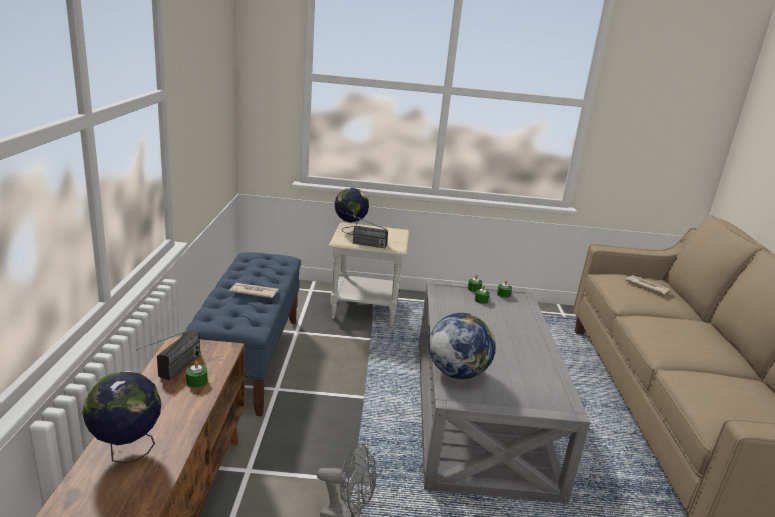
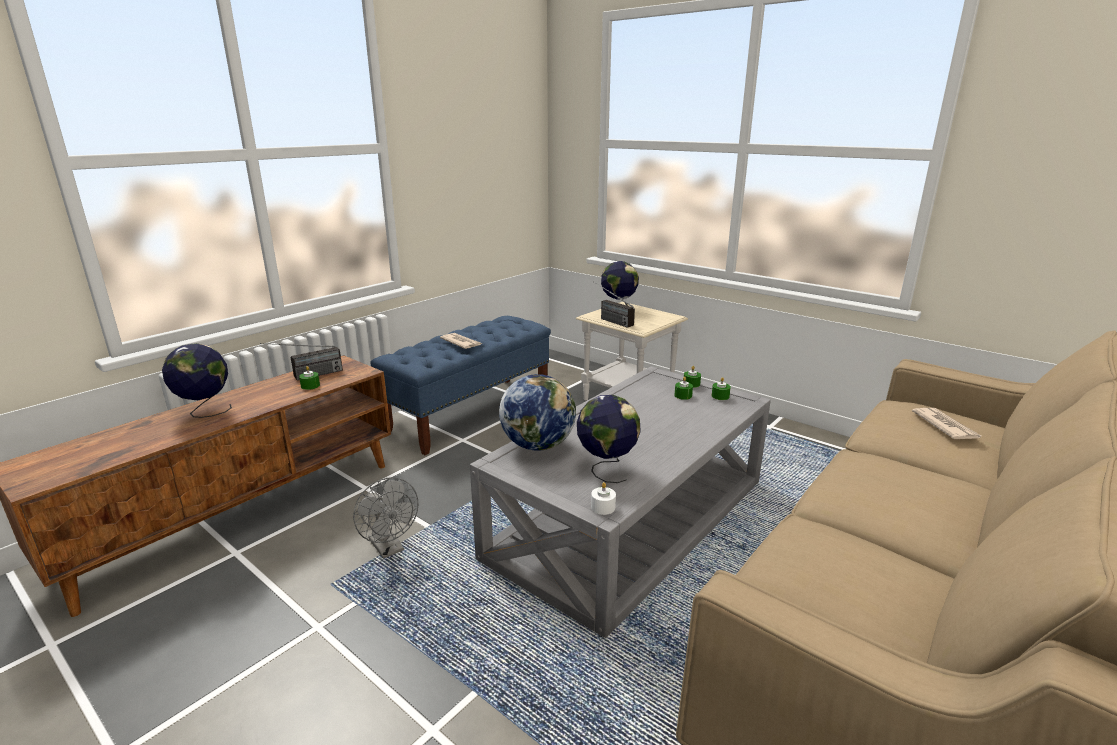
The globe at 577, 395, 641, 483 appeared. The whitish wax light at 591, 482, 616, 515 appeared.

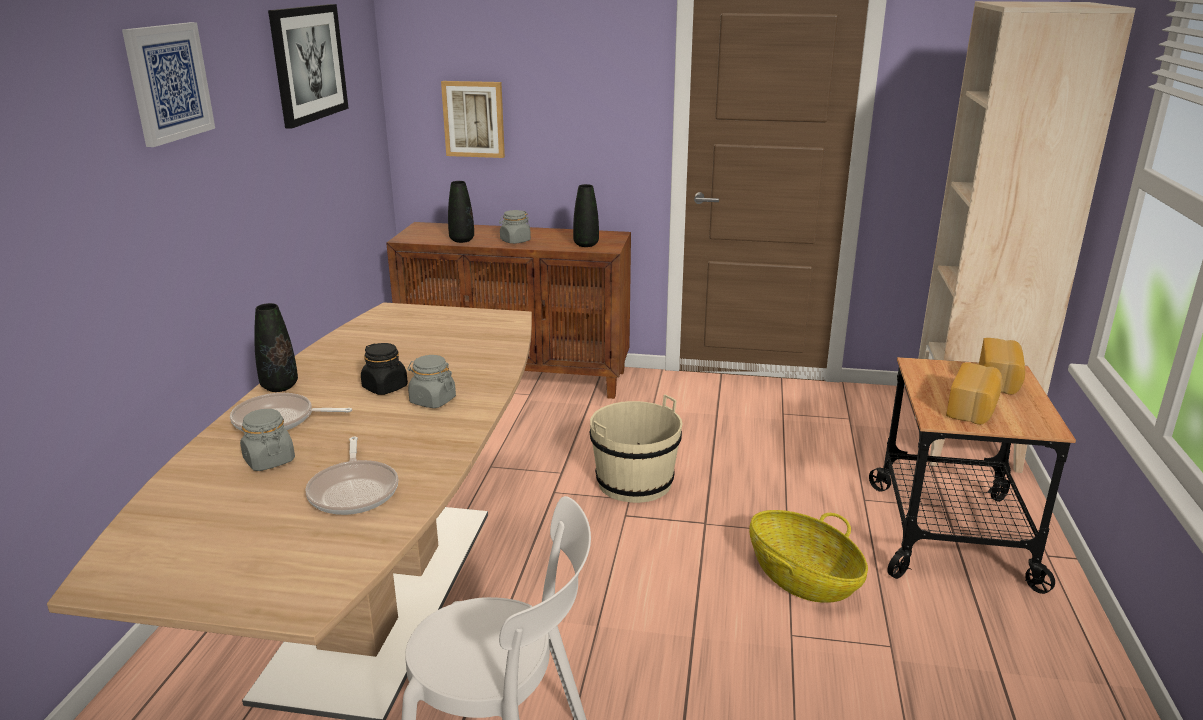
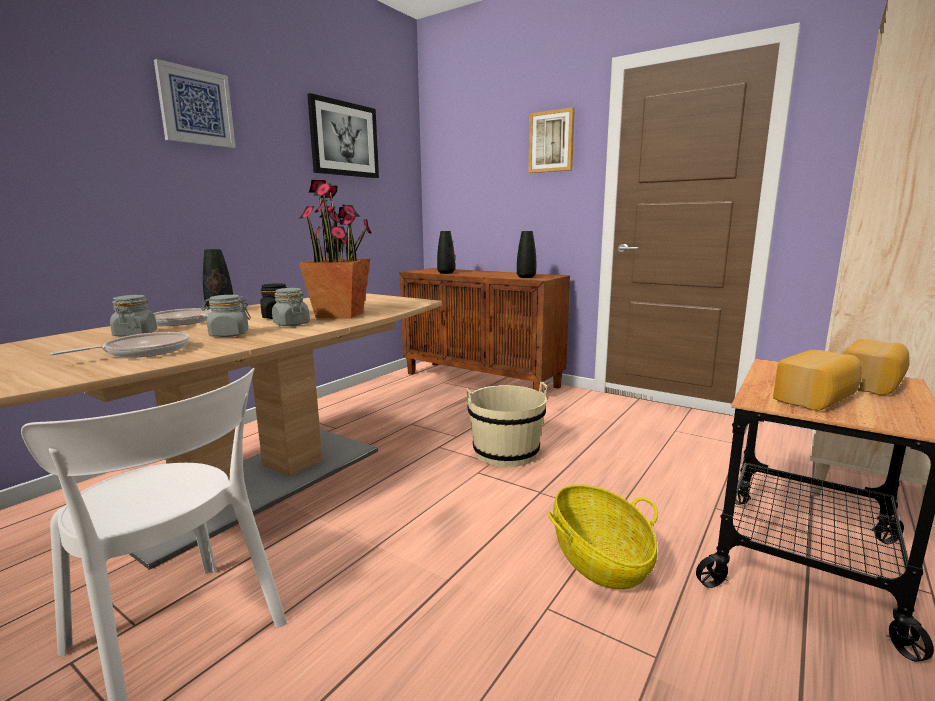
The wall art moved from 441, 81, 505, 158 to 528, 107, 575, 173. The grey storage jar moved from 499, 210, 531, 244 to 201, 295, 251, 337. The skillet at 305, 437, 399, 515 turned 150 degrees counterclockwise. The houseplant at 299, 180, 372, 319 appeared.

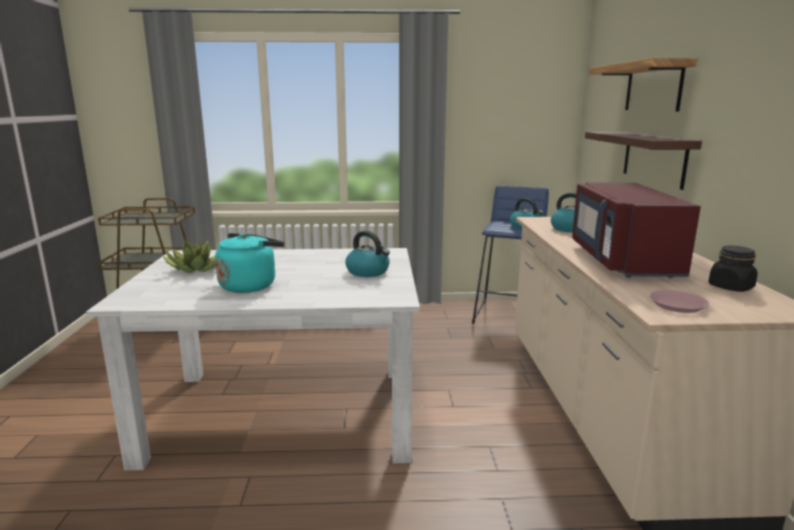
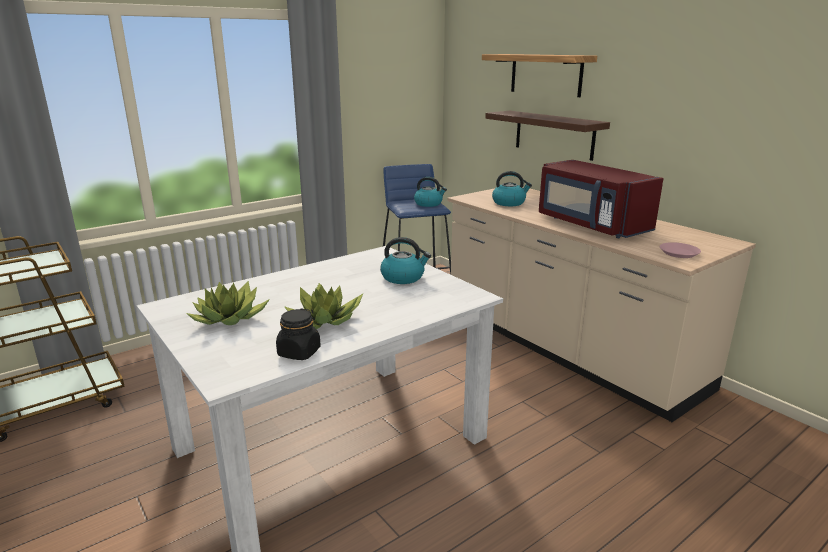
The turquoise kettle at 215, 233, 285, 293 was replaced by the houseplant at 284, 283, 363, 329. The black storage jar moved from 708, 246, 758, 292 to 276, 308, 321, 360.

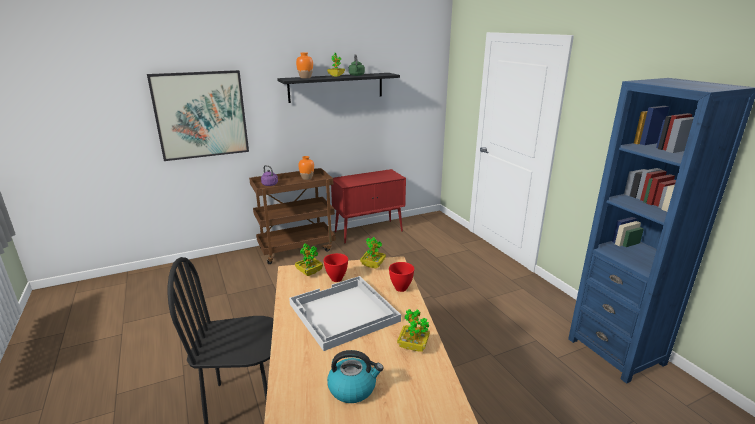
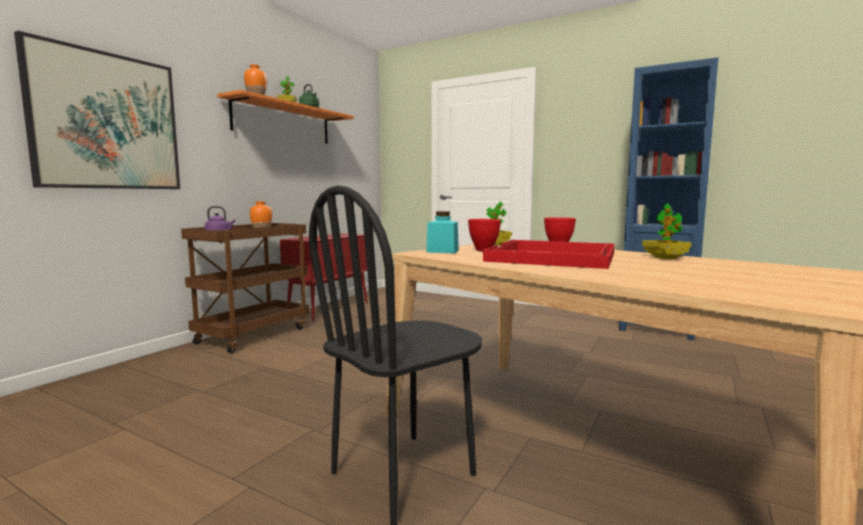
The black bracket shelf at 277, 73, 400, 103 became the orangey bracket shelf at 217, 90, 354, 144. The houseplant at 295, 243, 323, 276 was replaced by the turquoise storage jar at 426, 211, 459, 253. The whitish carrying tray at 289, 276, 401, 351 became the red-coloured carrying tray at 483, 240, 615, 269. The kettle at 327, 350, 383, 403 disappeared.

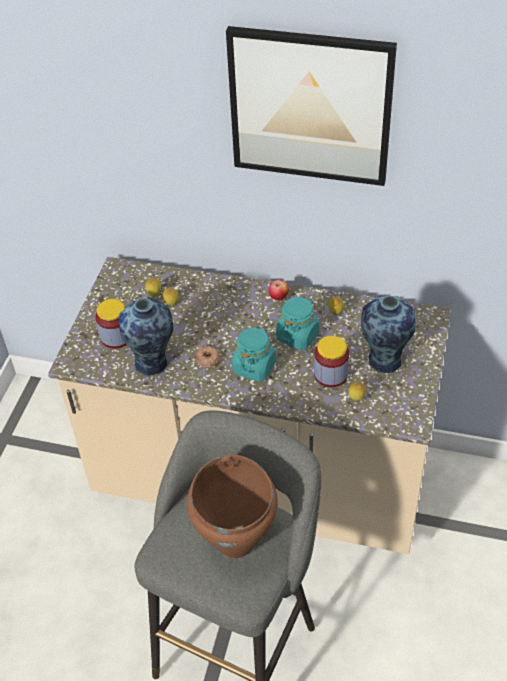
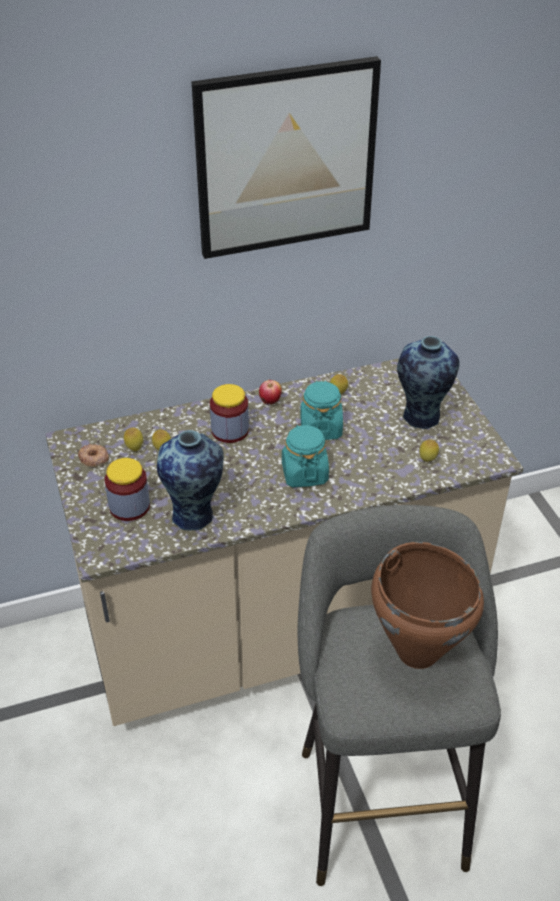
The storage jar moved from 314, 336, 349, 387 to 210, 384, 249, 443. The donut moved from 195, 345, 220, 367 to 78, 444, 109, 467.

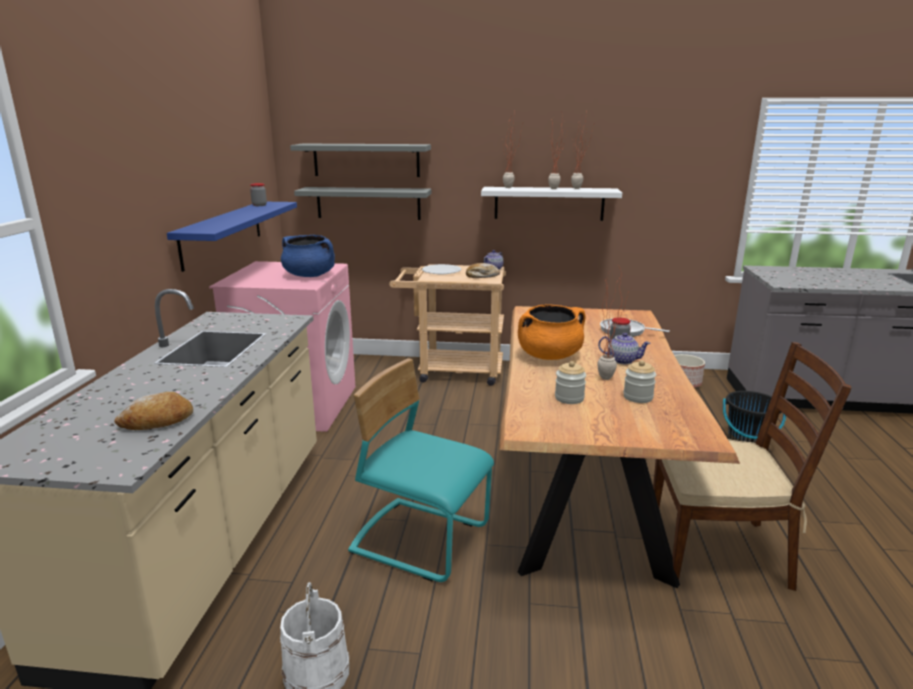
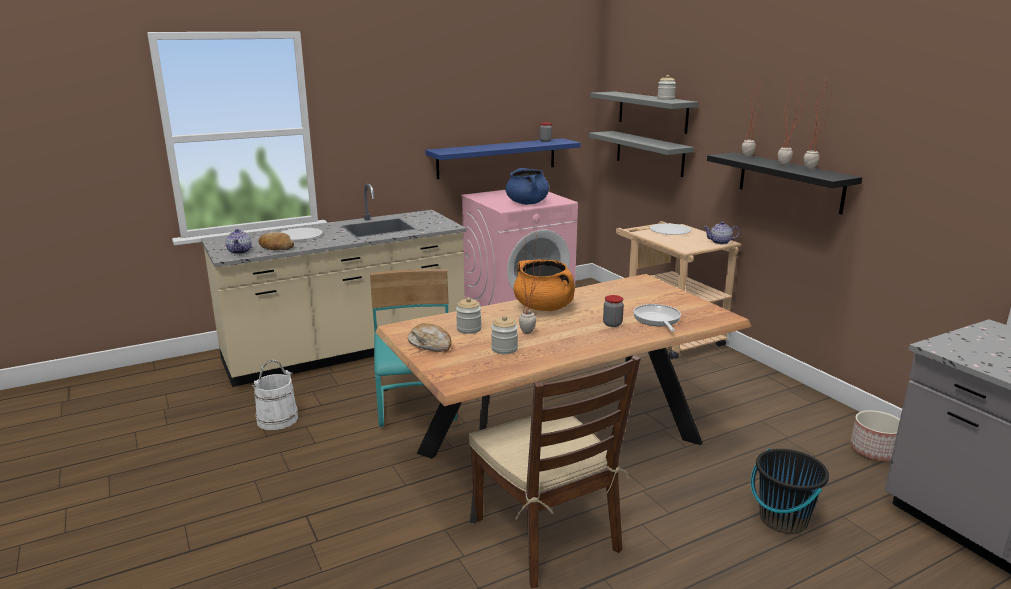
The whitish bracket shelf at 481, 187, 622, 221 became the black bracket shelf at 707, 152, 862, 215. The baked bread moved from 466, 263, 500, 278 to 408, 323, 452, 352. The tea pot moved from 598, 333, 651, 364 to 226, 229, 252, 254. The storage jar at 657, 75, 676, 100 appeared. The whitish dinner plate at 281, 228, 323, 240 appeared.

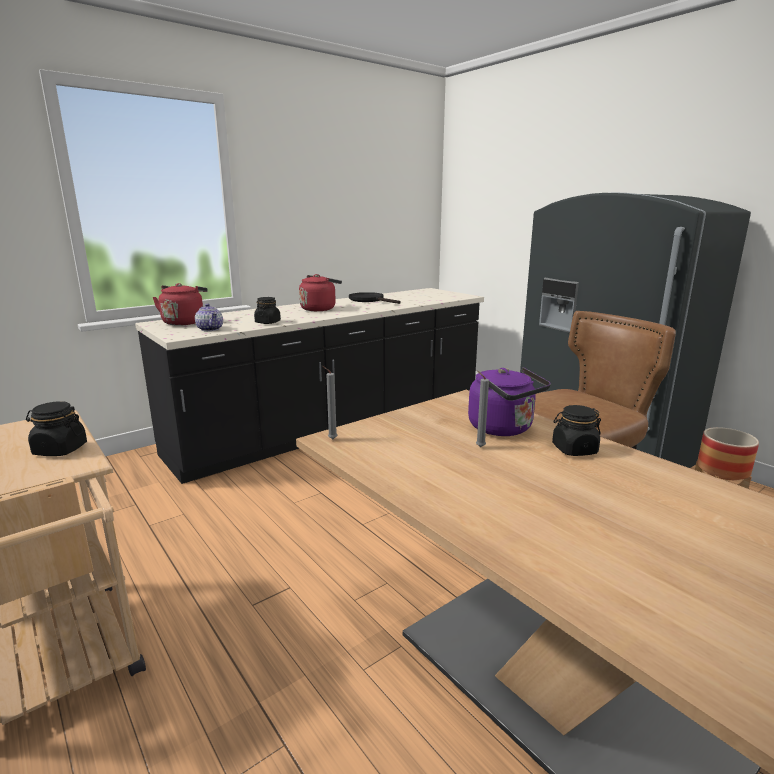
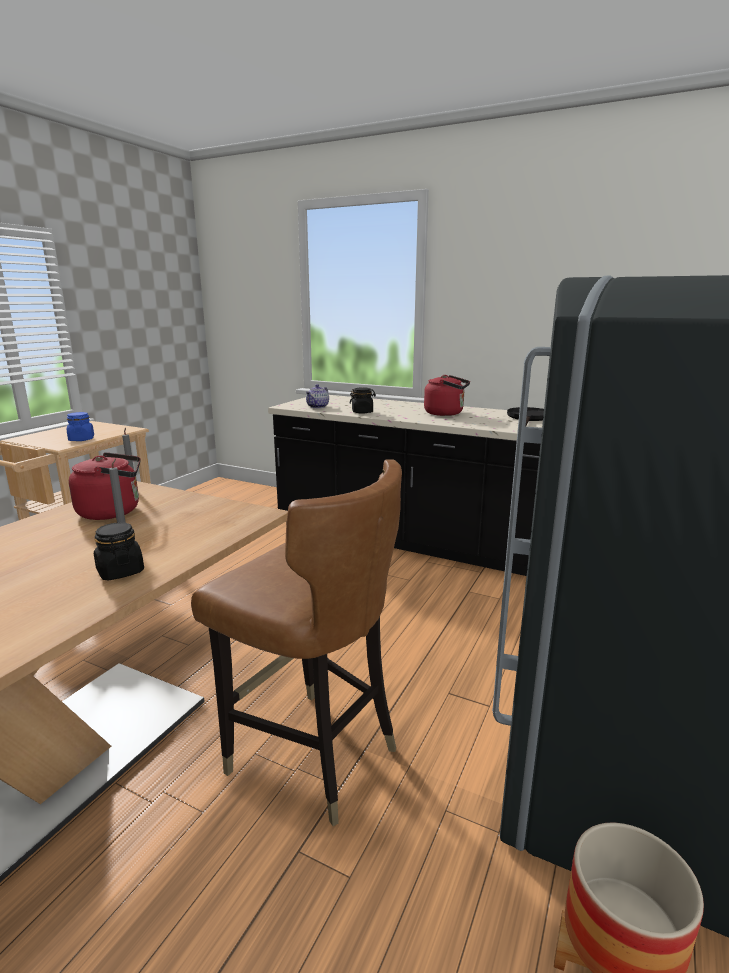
The red-coloured kettle moved from 152, 283, 208, 326 to 69, 452, 141, 520. The purple kettle at 468, 367, 551, 436 disappeared. The black storage jar at 26, 401, 87, 456 became the bluish storage jar at 67, 412, 94, 441.

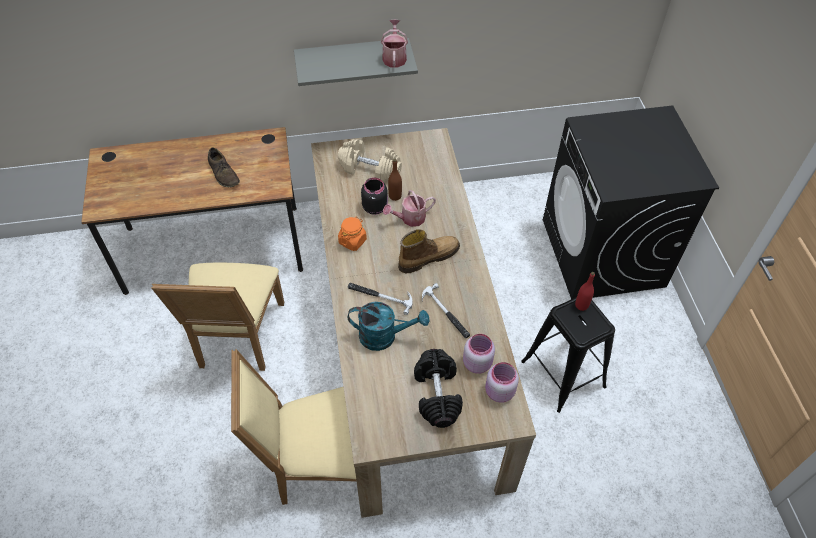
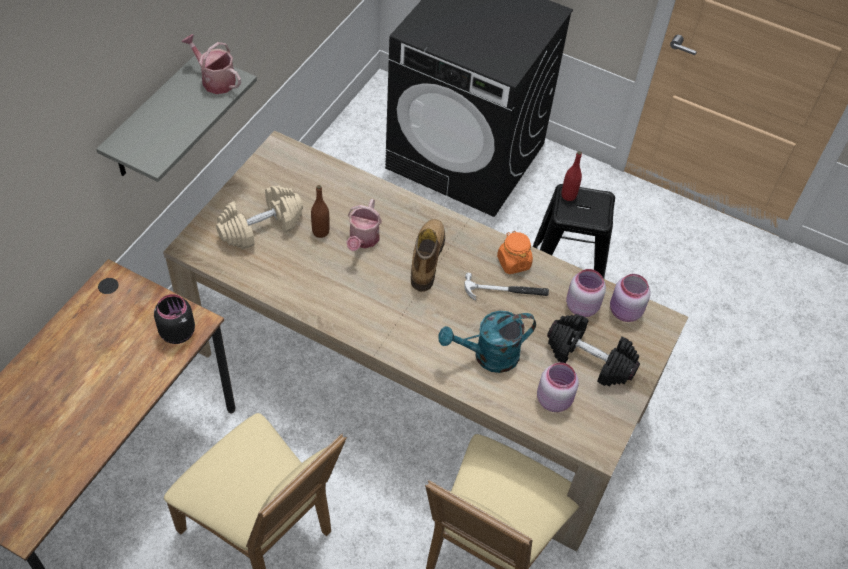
The brown item of footwear at 208, 148, 240, 188 disappeared. The black storage jar moved from 361, 177, 388, 215 to 154, 294, 195, 344. The orangey storage jar moved from 338, 217, 367, 251 to 497, 231, 533, 274. The hammer at 348, 283, 412, 315 disappeared. The turquoise watering can at 348, 302, 429, 351 turned 150 degrees counterclockwise. The pinkish storage jar at 537, 362, 579, 412 appeared.

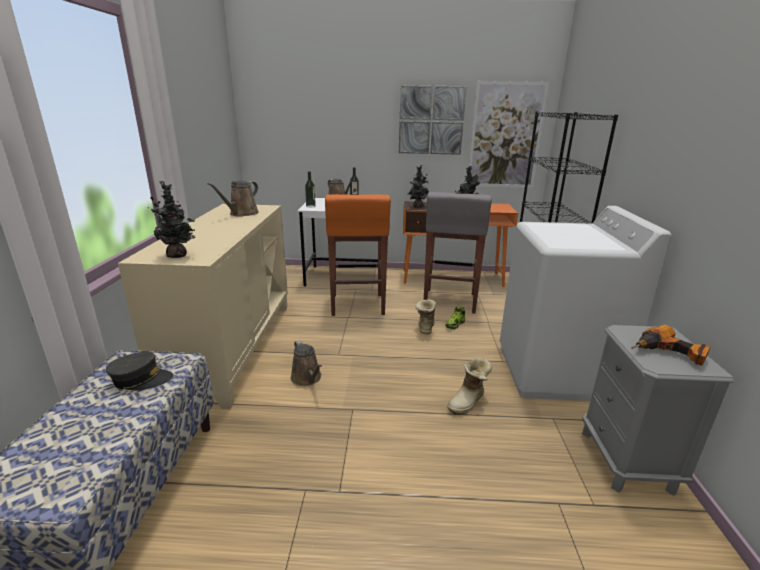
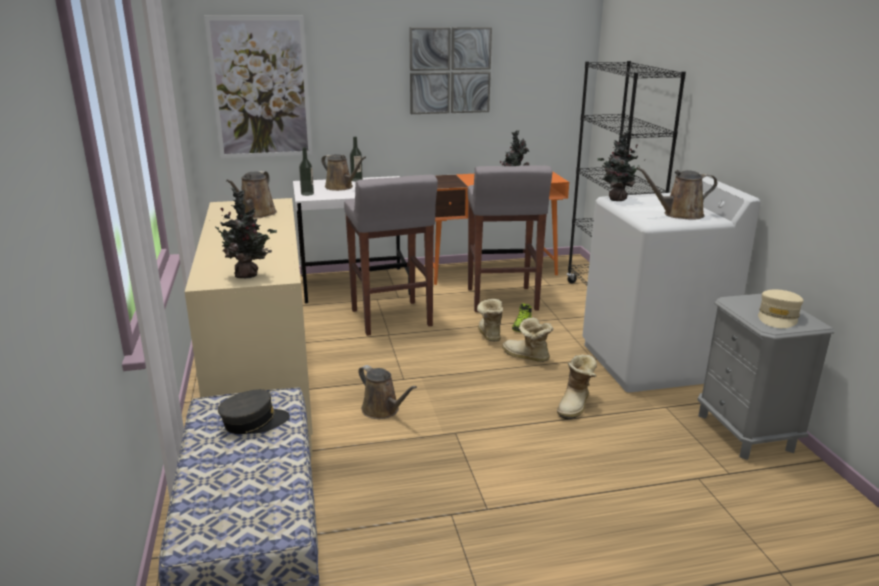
The wall art moved from 469, 81, 549, 188 to 204, 16, 312, 158. The houseplant moved from 408, 165, 429, 208 to 598, 130, 639, 201. The orangey stool at 325, 194, 391, 316 became the grey stool at 344, 175, 438, 336. The power drill at 631, 325, 711, 366 was replaced by the sand-coloured cap at 758, 289, 804, 328. The brown watering can at 637, 167, 717, 220 appeared. The boot at 502, 318, 554, 362 appeared.

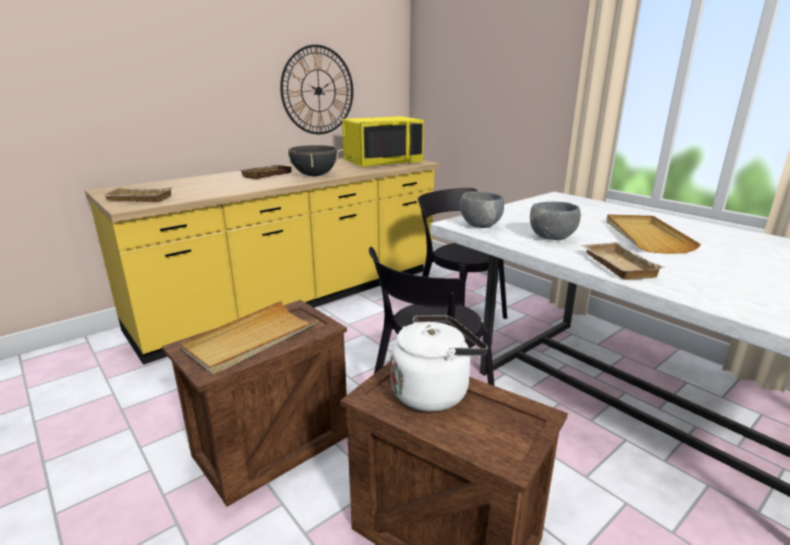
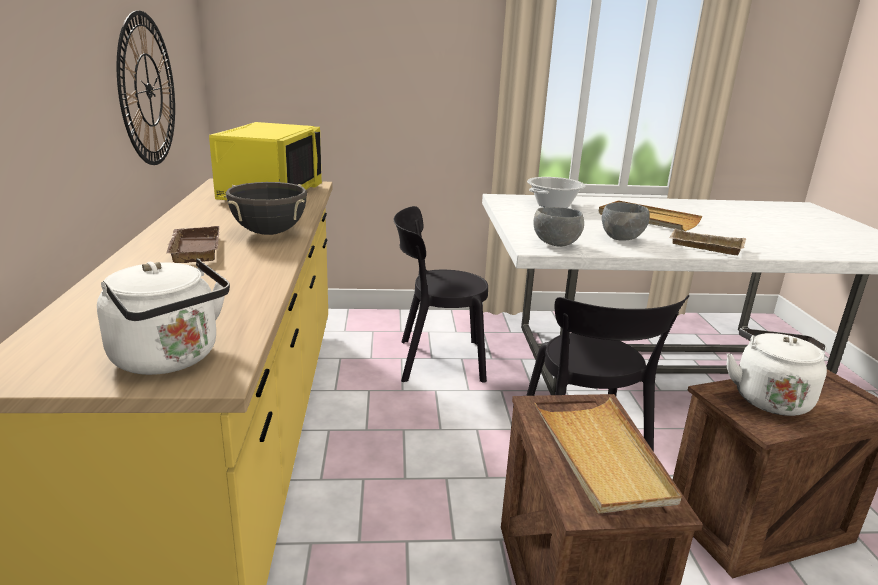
The sand-coloured carrying tray at 100, 187, 173, 202 was replaced by the whitish kettle at 97, 258, 230, 375. The cooking pot at 527, 177, 586, 208 appeared.

